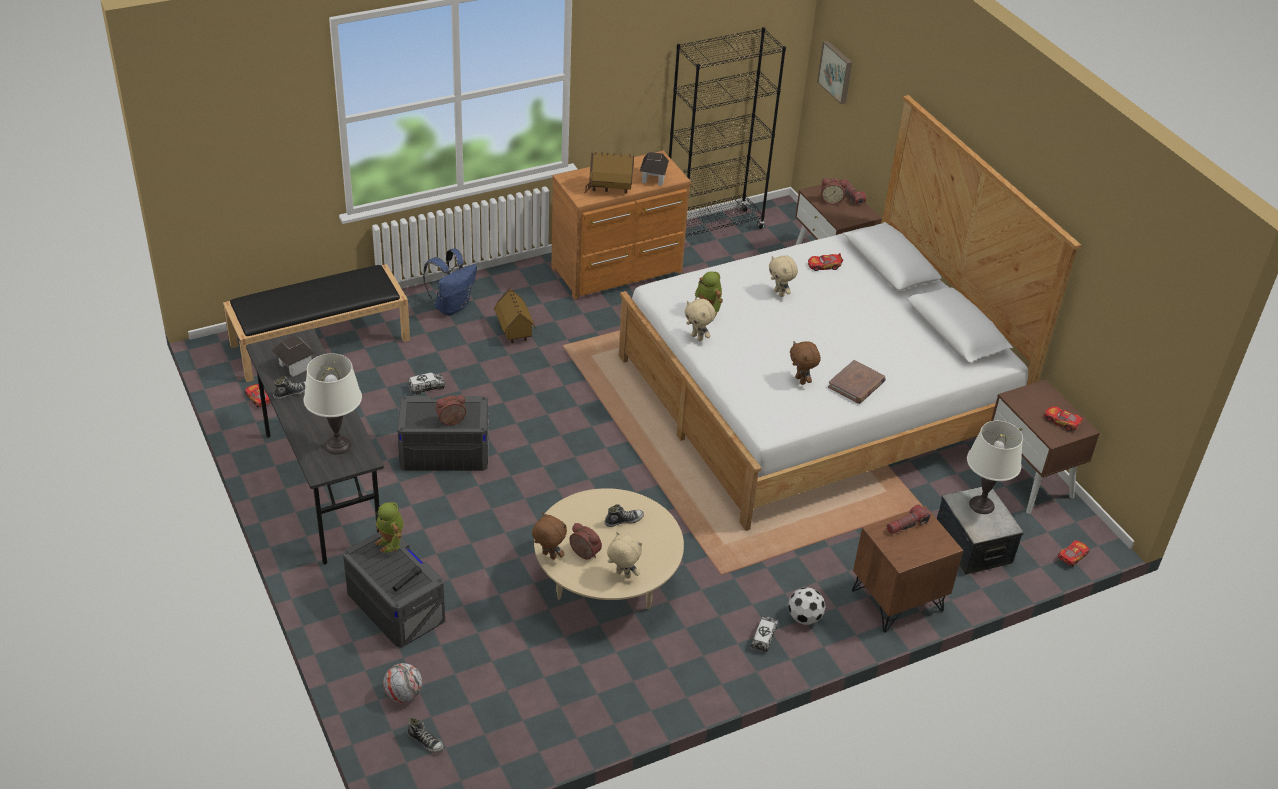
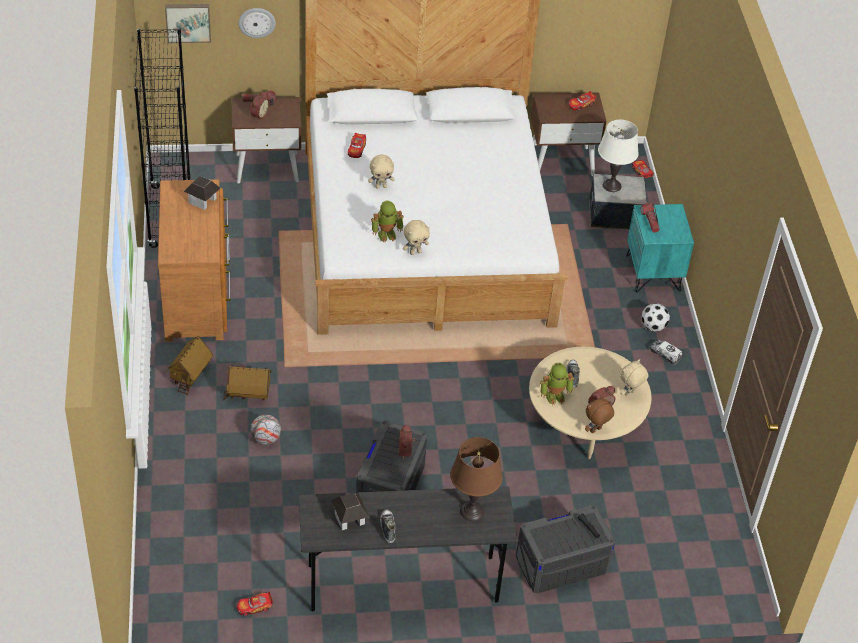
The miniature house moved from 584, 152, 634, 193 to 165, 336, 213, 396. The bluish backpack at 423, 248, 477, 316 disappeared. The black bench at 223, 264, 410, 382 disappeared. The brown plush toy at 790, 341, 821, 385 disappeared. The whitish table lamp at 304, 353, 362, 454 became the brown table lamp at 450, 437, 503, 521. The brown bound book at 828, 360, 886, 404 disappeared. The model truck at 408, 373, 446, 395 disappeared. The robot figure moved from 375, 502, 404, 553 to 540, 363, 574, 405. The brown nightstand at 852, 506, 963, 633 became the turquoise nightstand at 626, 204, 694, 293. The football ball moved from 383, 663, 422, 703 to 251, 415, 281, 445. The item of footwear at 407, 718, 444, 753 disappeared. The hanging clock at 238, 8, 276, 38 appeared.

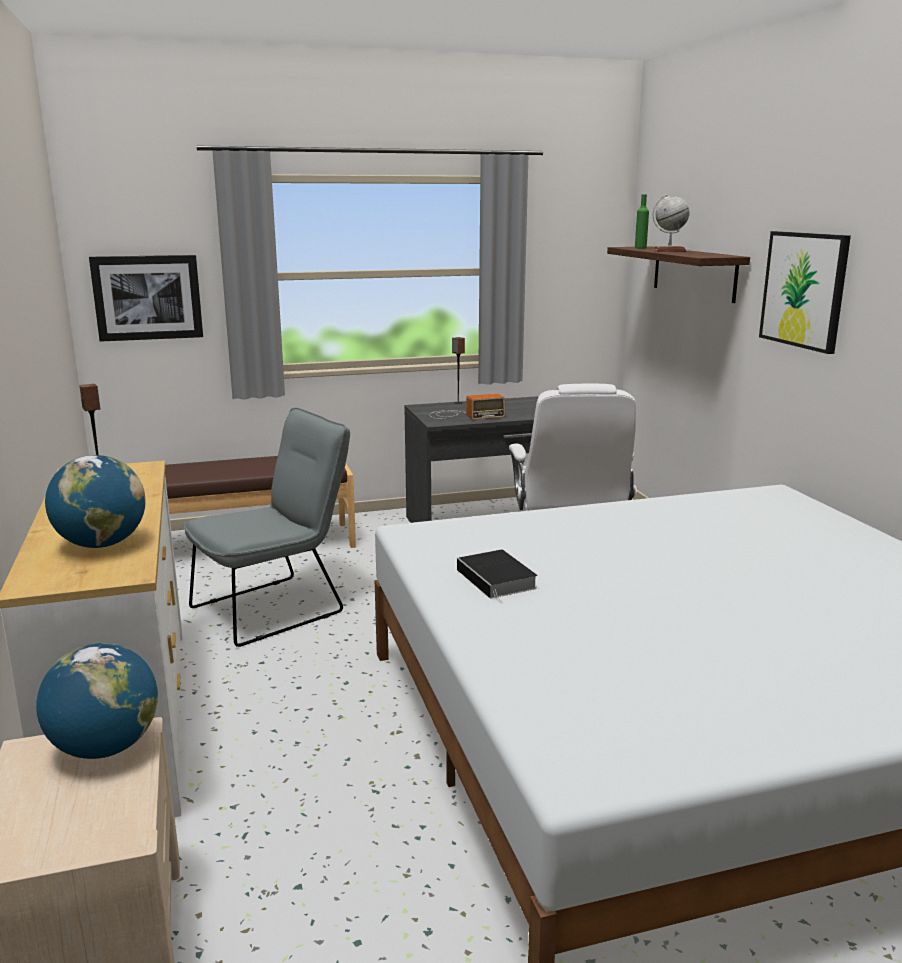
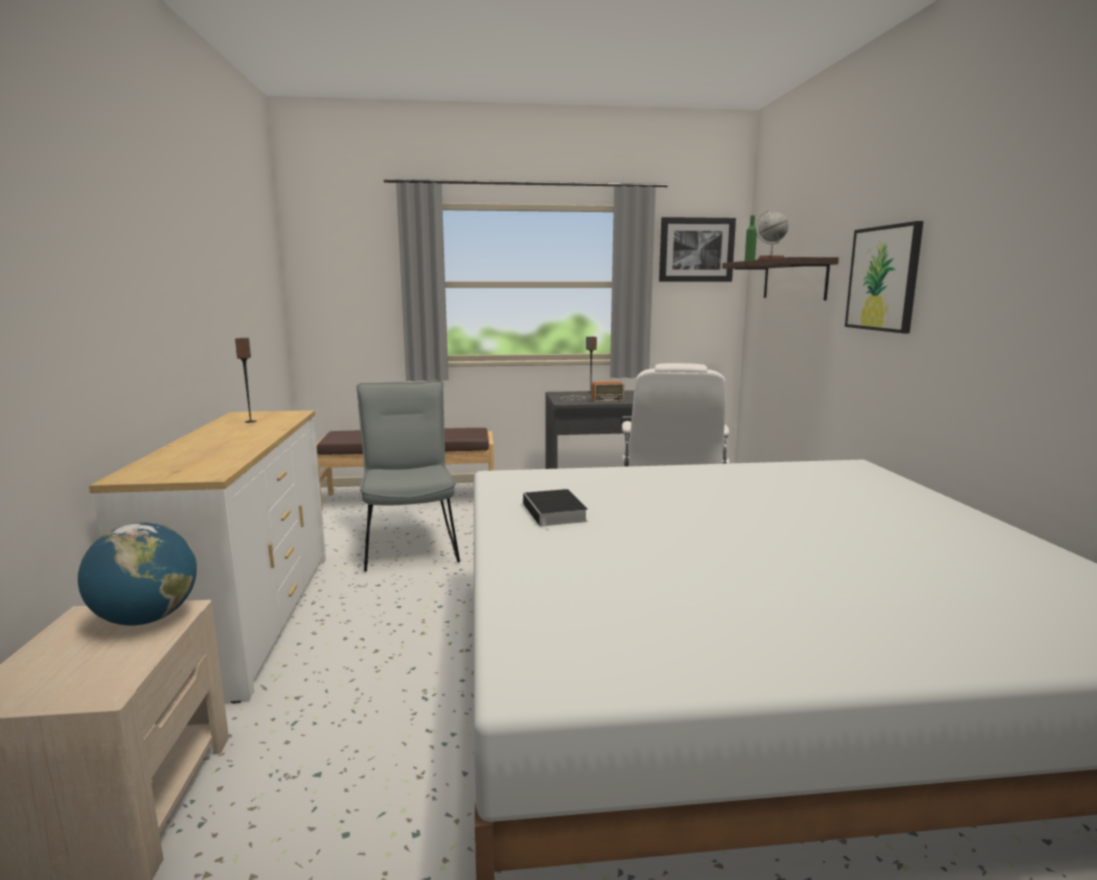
The wall art moved from 89, 255, 203, 342 to 659, 217, 736, 282. The grey upright chair at 183, 408, 350, 647 turned 75 degrees counterclockwise. The globe at 45, 455, 146, 548 disappeared.

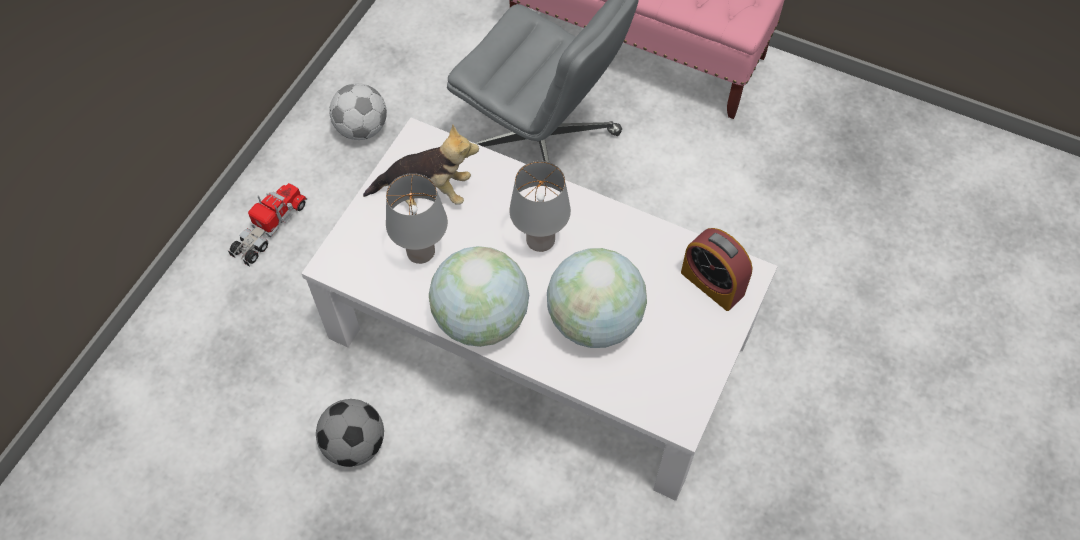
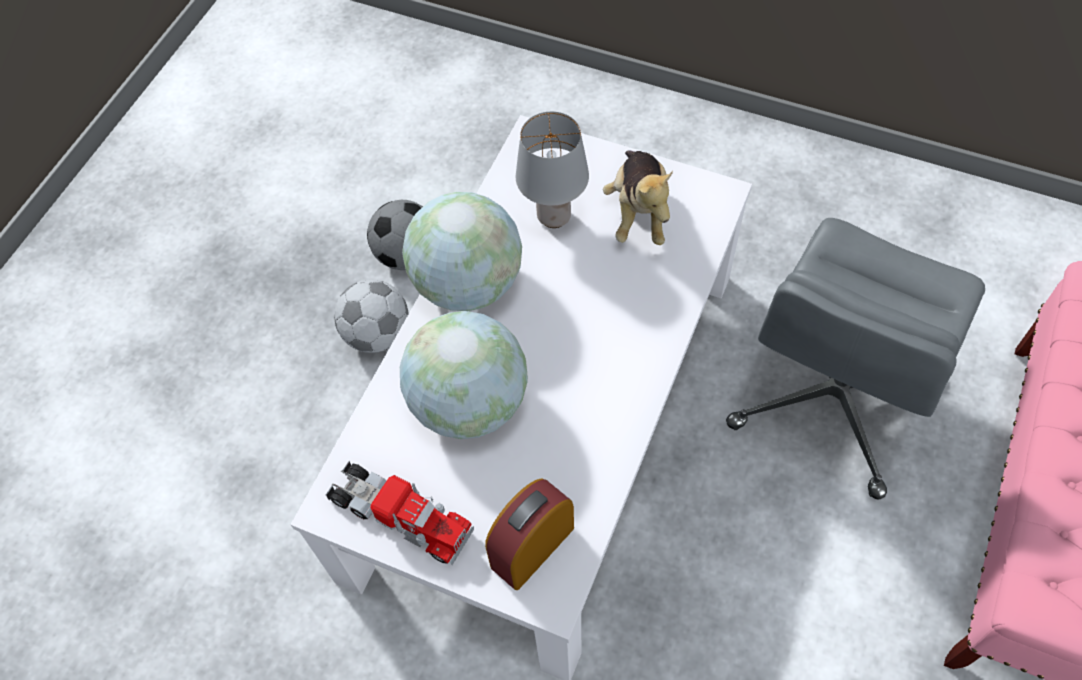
The football ball moved from 329, 83, 387, 140 to 334, 280, 409, 353. The grey table lamp at 509, 161, 571, 252 disappeared. The model truck moved from 228, 183, 307, 267 to 326, 461, 474, 565.

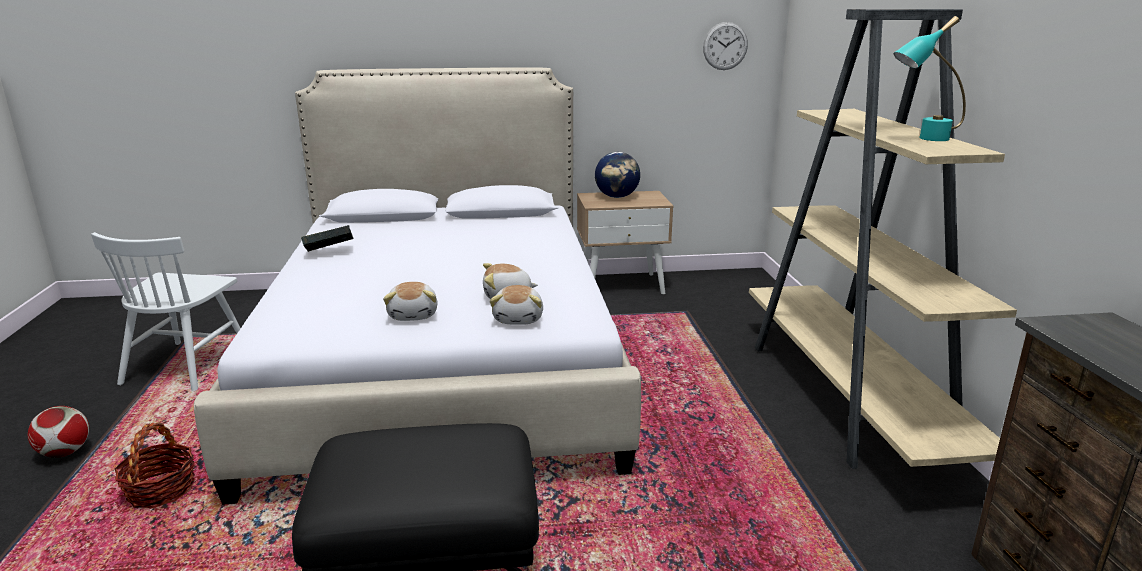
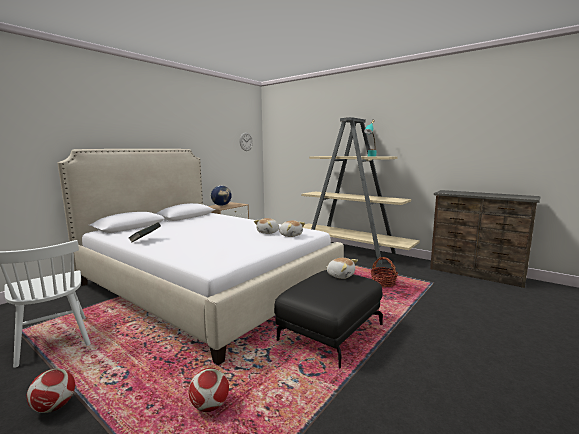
The plush toy moved from 383, 282, 438, 321 to 326, 258, 358, 279. The storage basket moved from 115, 423, 194, 508 to 371, 257, 398, 288. The football ball at 188, 368, 229, 412 appeared.

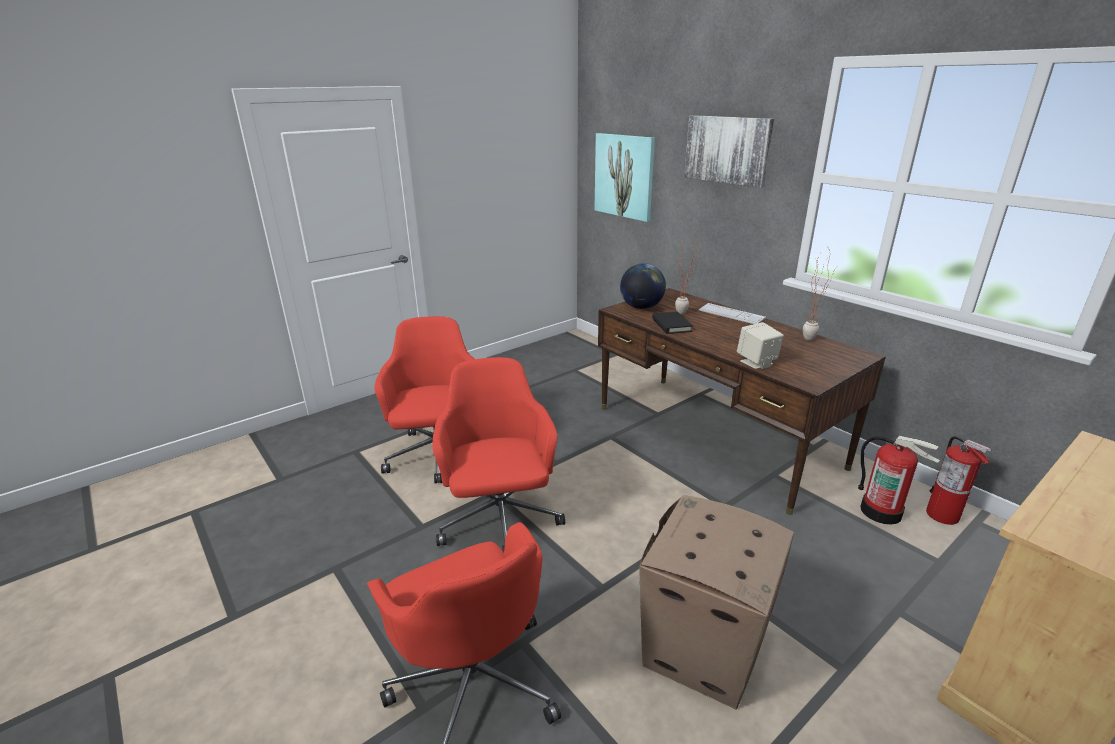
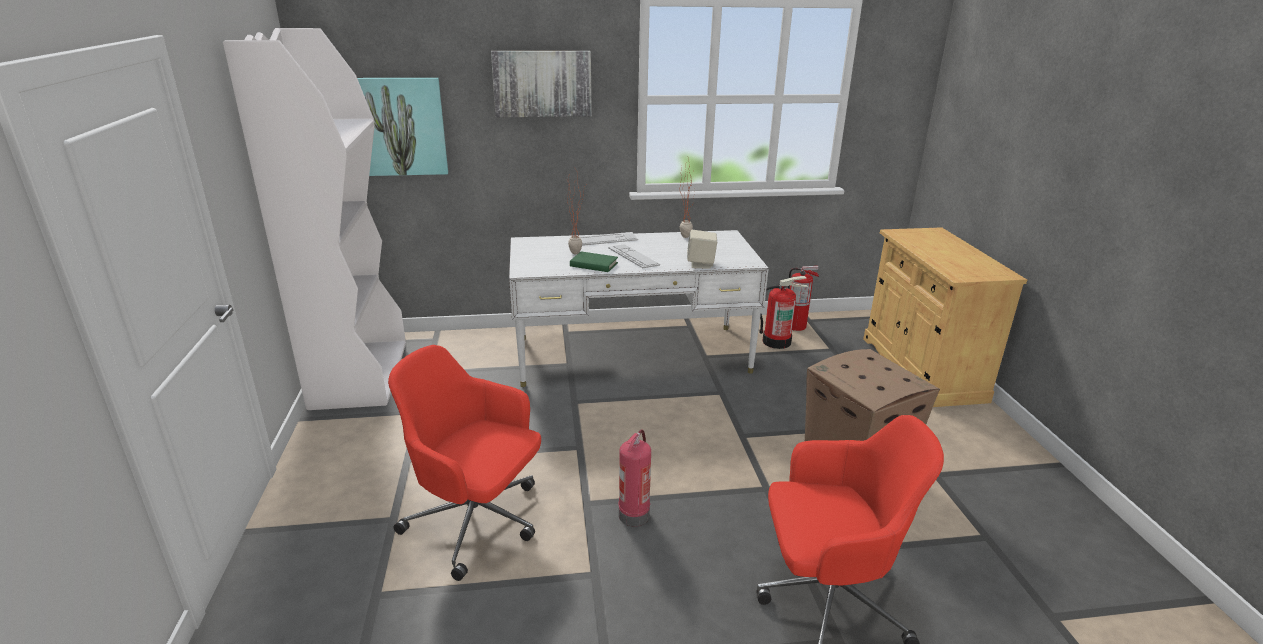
The globe at 620, 264, 666, 309 disappeared. The brown desk at 598, 288, 886, 515 became the whitish desk at 509, 230, 769, 387. The black bound book at 652, 312, 693, 334 became the green-coloured bound book at 570, 251, 618, 272. The red-coloured computer chair at 432, 357, 565, 552 was replaced by the fire extinguisher at 618, 430, 651, 526. The whitish shelving unit at 223, 28, 406, 410 appeared. The computer keyboard at 608, 244, 660, 268 appeared.

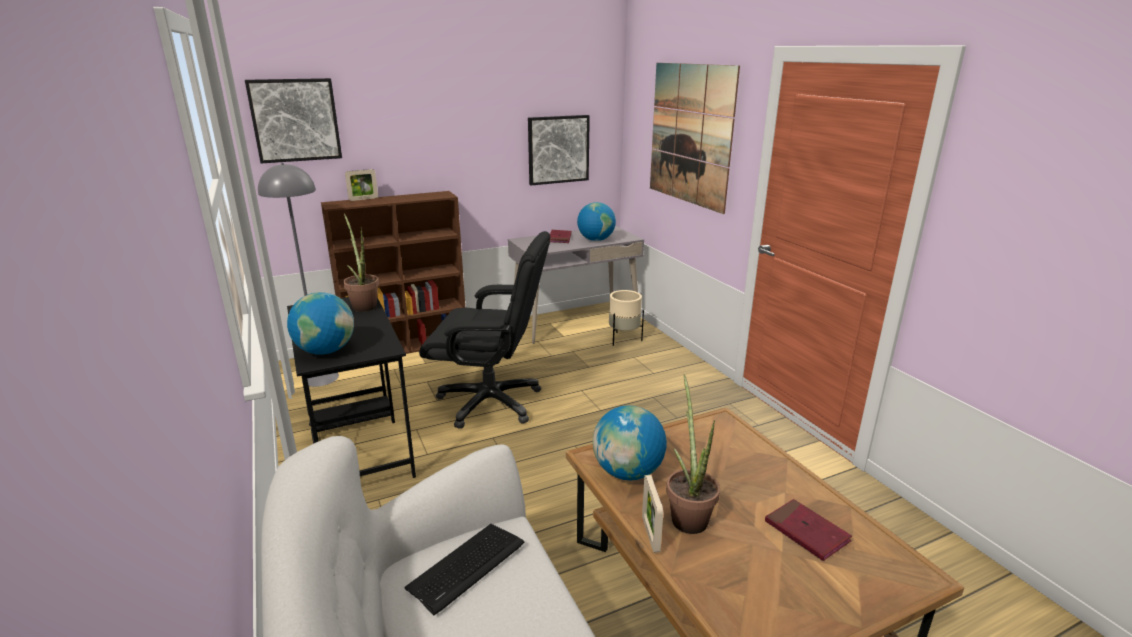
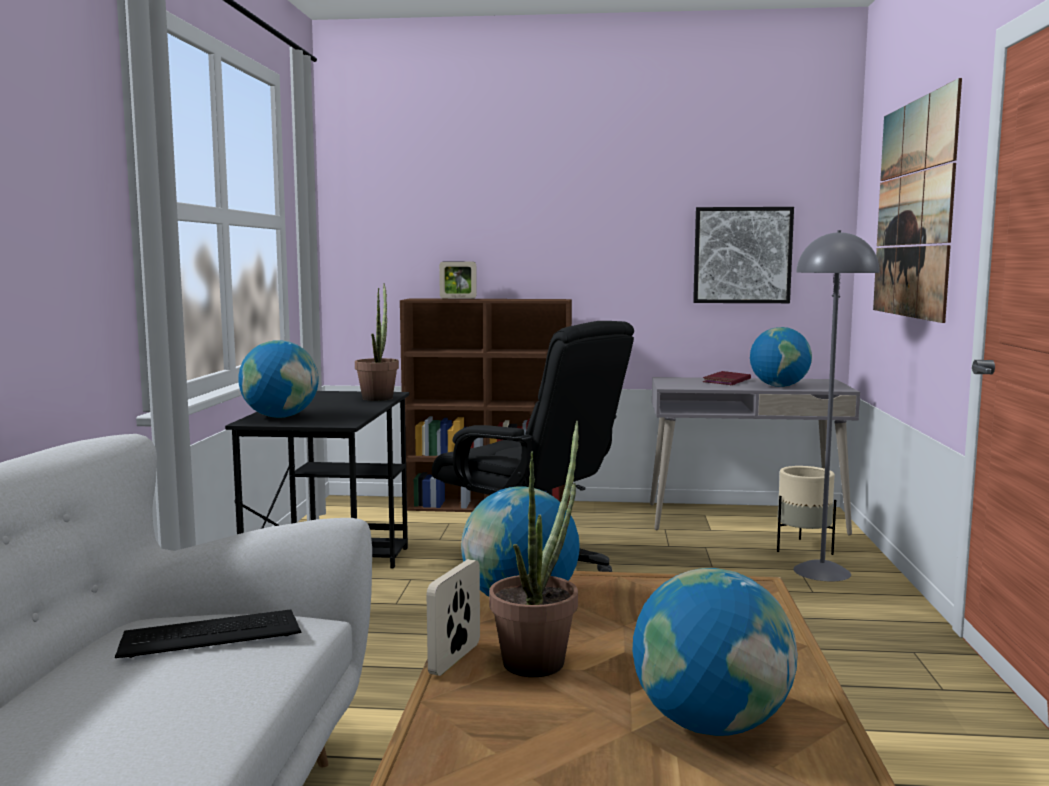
The wall art at 245, 78, 342, 163 disappeared. The grey standing lamp moved from 258, 163, 339, 387 to 793, 230, 879, 581. The red-coloured bound book at 765, 499, 852, 561 was replaced by the globe at 632, 568, 798, 736.

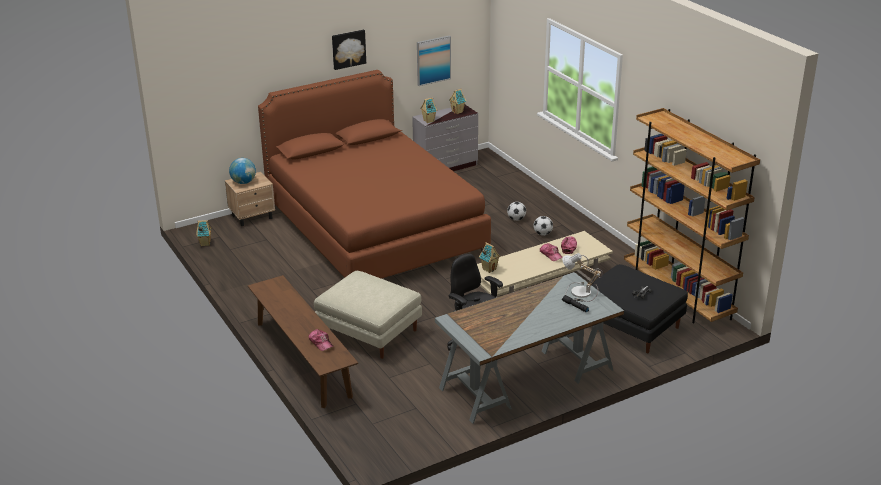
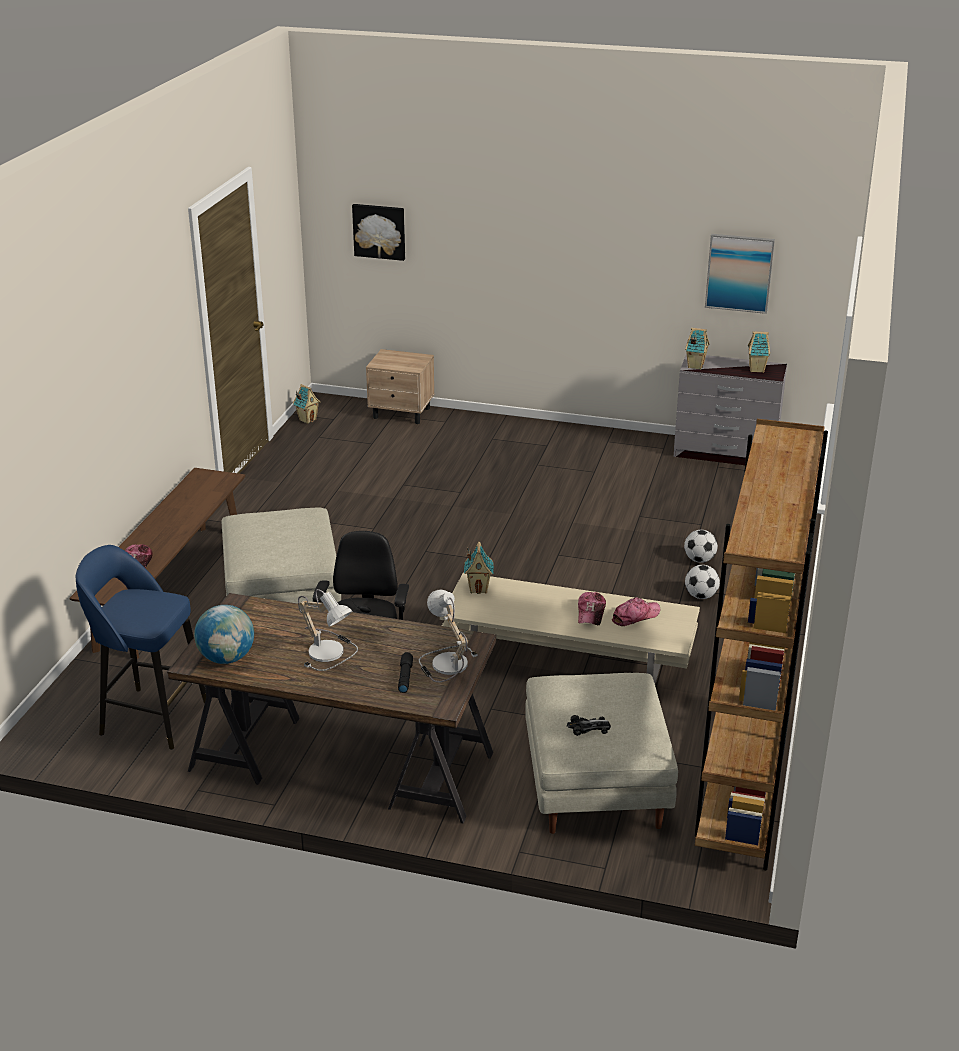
The wall art moved from 332, 30, 366, 70 to 352, 204, 405, 261. The brown sleeping bed at 258, 70, 491, 279 disappeared. The globe moved from 229, 158, 256, 184 to 194, 605, 254, 664. The black footrest at 592, 264, 688, 353 became the sand-coloured footrest at 525, 673, 678, 834. The grey desk at 435, 272, 624, 424 became the brown desk at 167, 593, 496, 824. The bluish stool at 76, 545, 206, 750 appeared. The table lamp at 298, 589, 358, 671 appeared.

